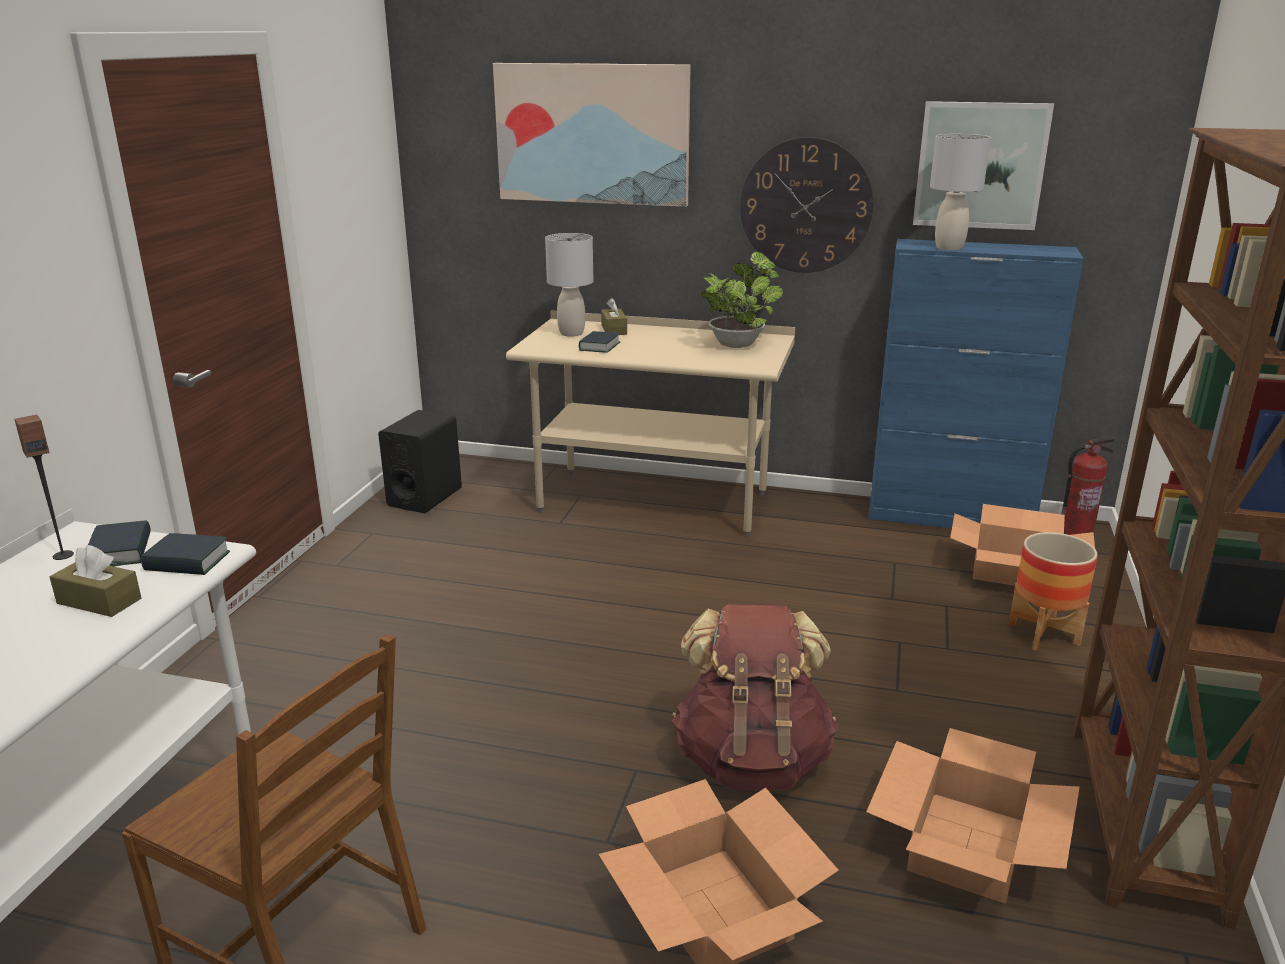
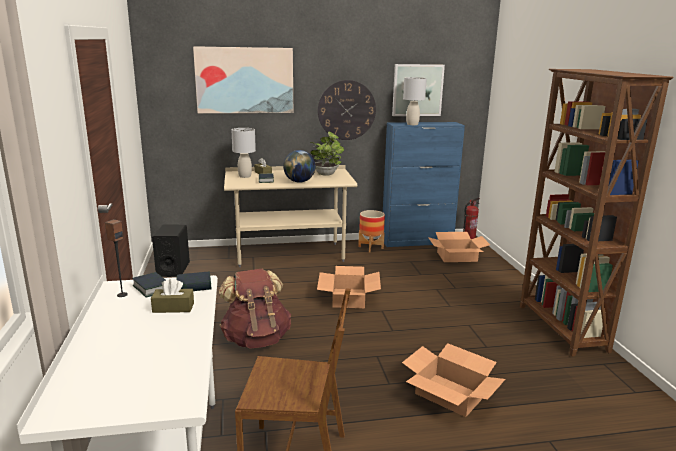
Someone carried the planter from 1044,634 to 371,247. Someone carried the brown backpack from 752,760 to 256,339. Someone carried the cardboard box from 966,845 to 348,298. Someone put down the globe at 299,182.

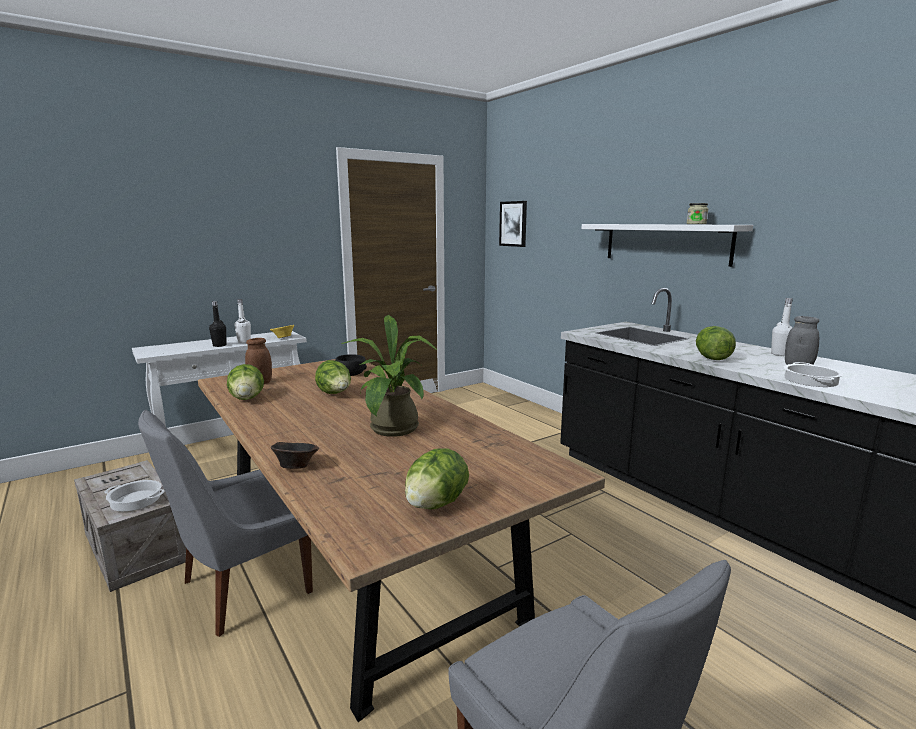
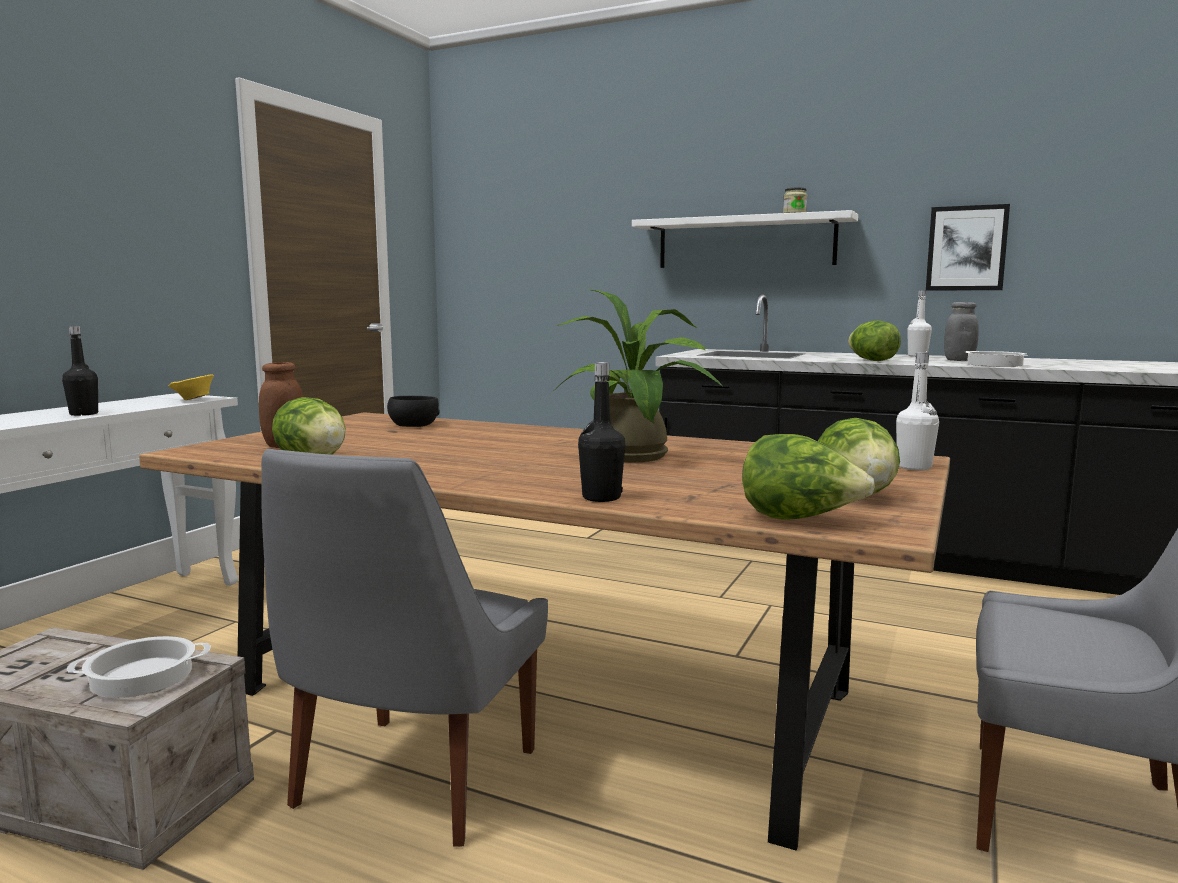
Someone carried the picture from 513,224 to 966,248. Someone carried the white bottle from 244,342 to 914,467. Someone carried the lettuce from 335,394 to 799,519. Someone swapped the brown bowl at 295,467 for the black bottle at 601,497.

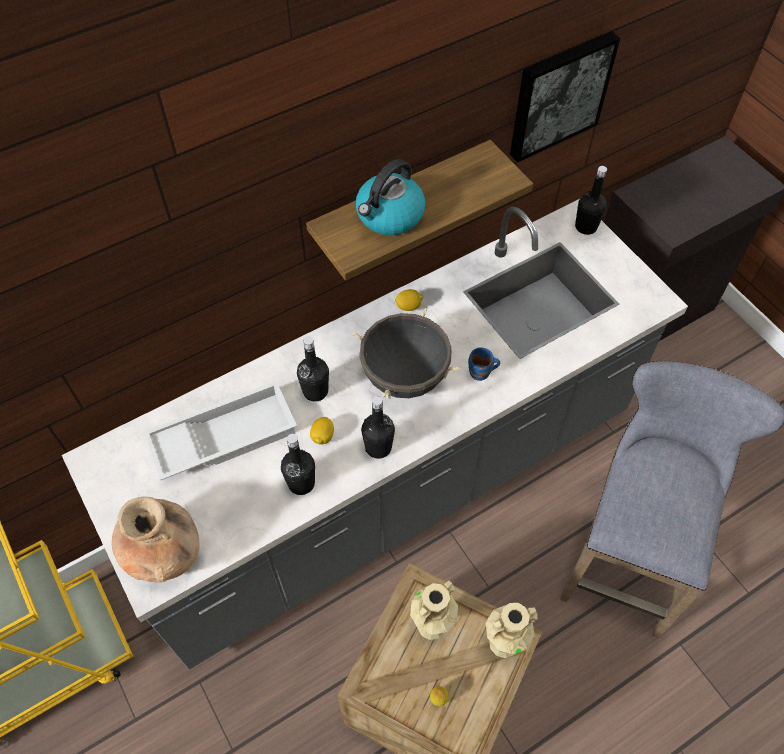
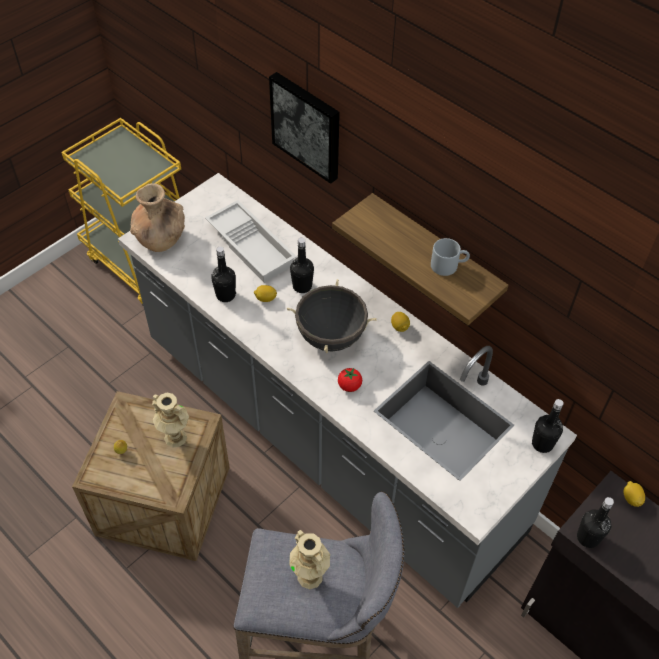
Someone carried the picture from 558,95 to 307,126. Someone took away the kettle at 389,216. Someone swapped the blue mug at 481,374 for the tomato at 349,386. Someone carried the black bottle from 378,447 to 588,537. Someone carried the beige vase from 504,642 to 310,576. Someone put down the grey mug at 448,265. Someone put down the lemon at 631,498.

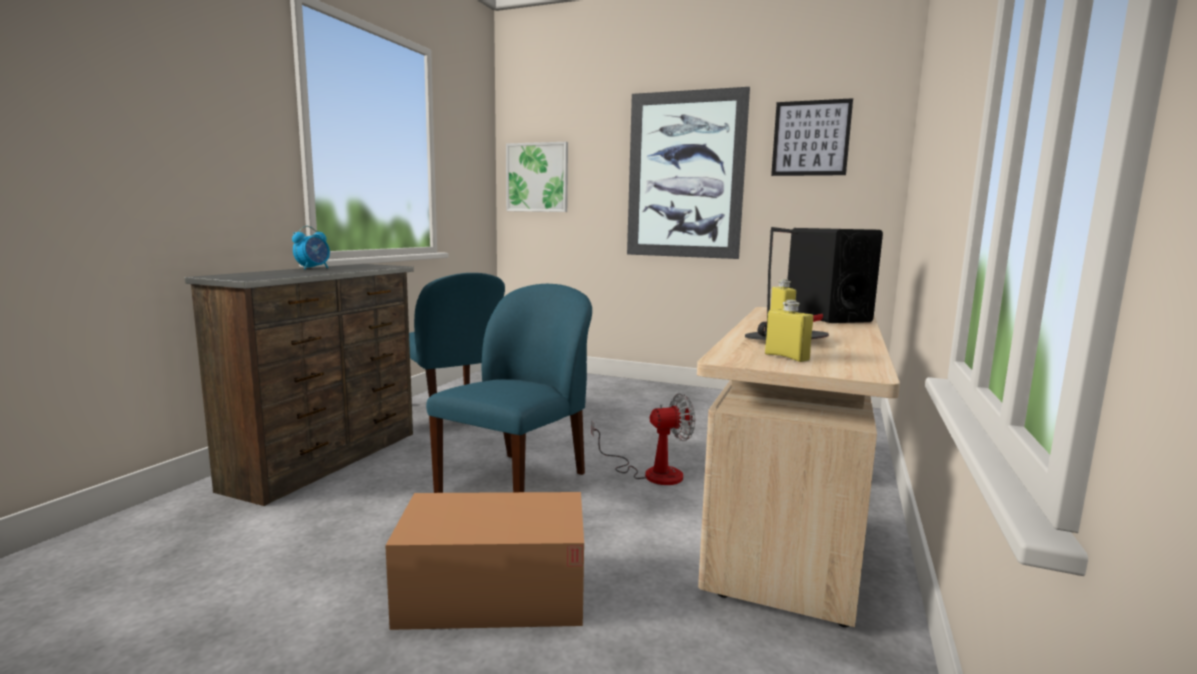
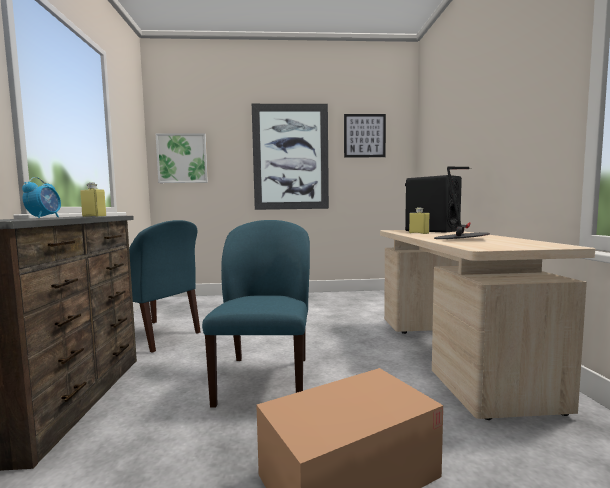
Someone carried the yellow bottle from 786,357 to 94,216. Someone took away the fan at 651,473.

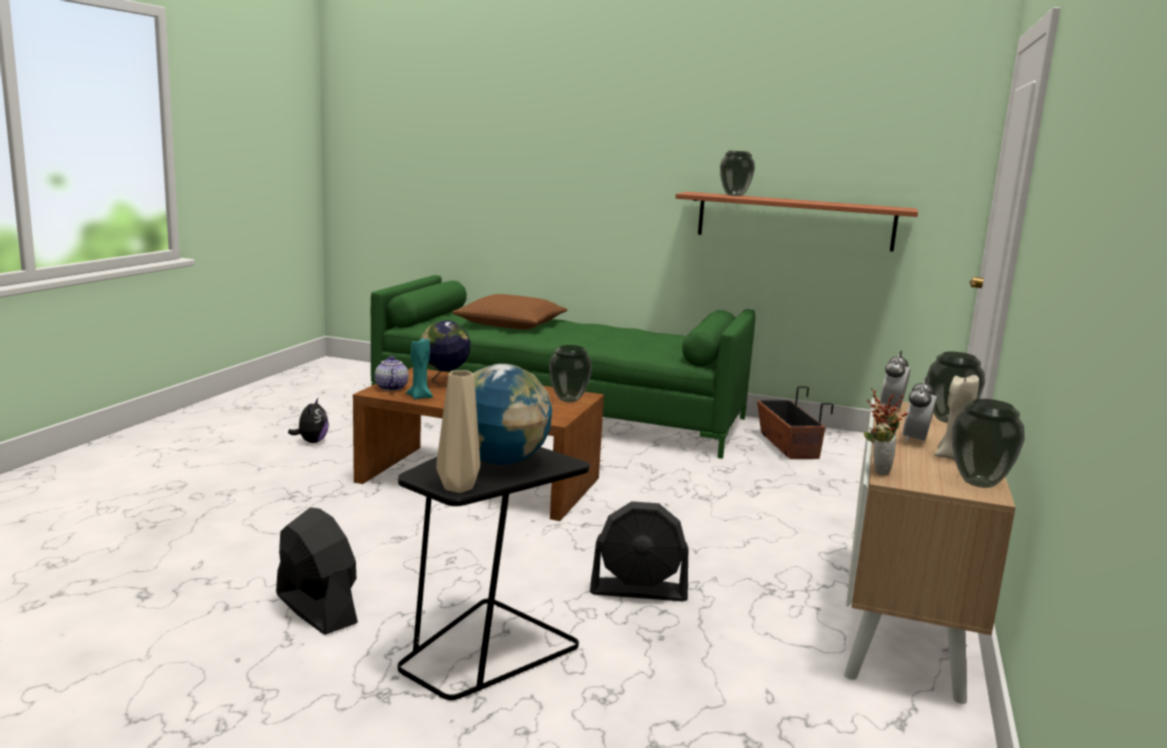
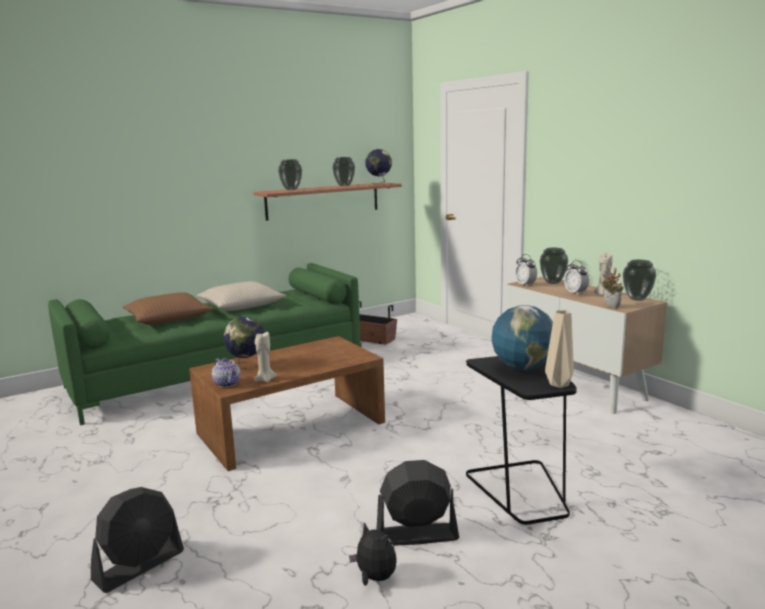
Someone repainted the turquoise candle at 420,397, which became the beige candle at 265,379. Someone carried the vase from 569,400 to 344,186. Someone rotated the teapot at 390,388 by 150 degrees counterclockwise. Someone carried the plush toy from 311,441 to 374,578. Someone carried the black fan from 638,590 to 139,565. Someone put down the globe at 379,183. Someone put down the beige pillow at 241,306.

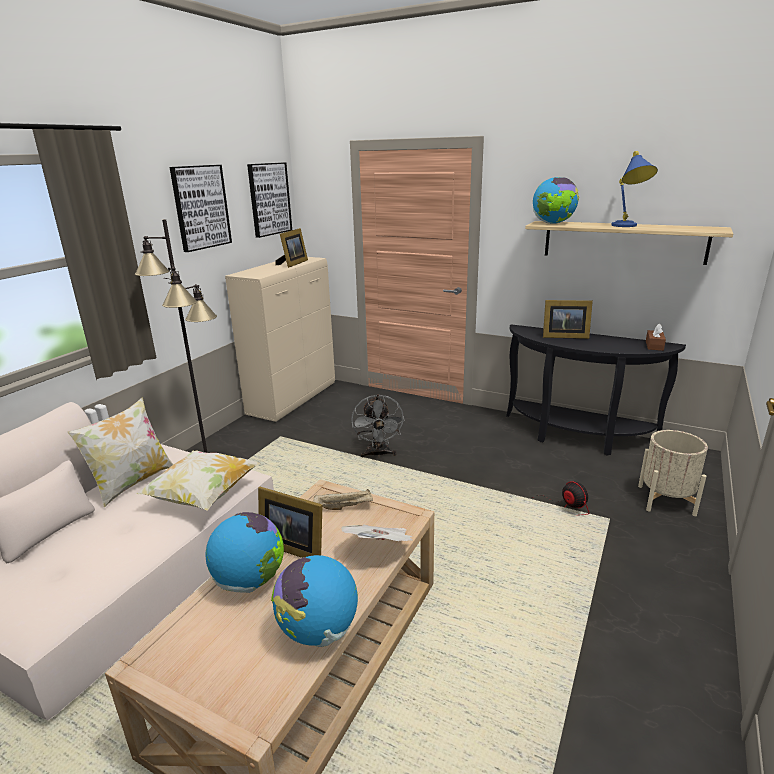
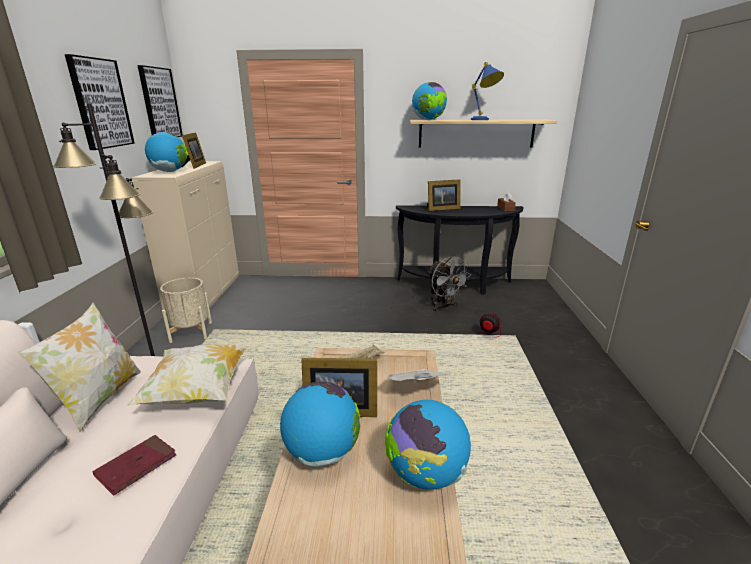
Someone carried the grey fan from 378,454 to 444,307. Someone carried the beige planter from 666,500 to 191,332. Someone put down the globe at 170,171. Someone put down the red book at 136,466.

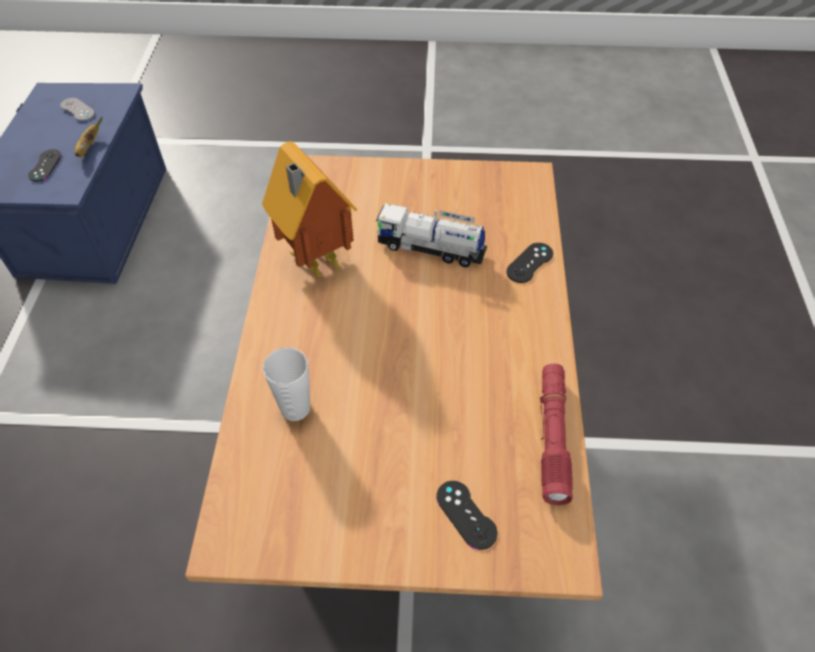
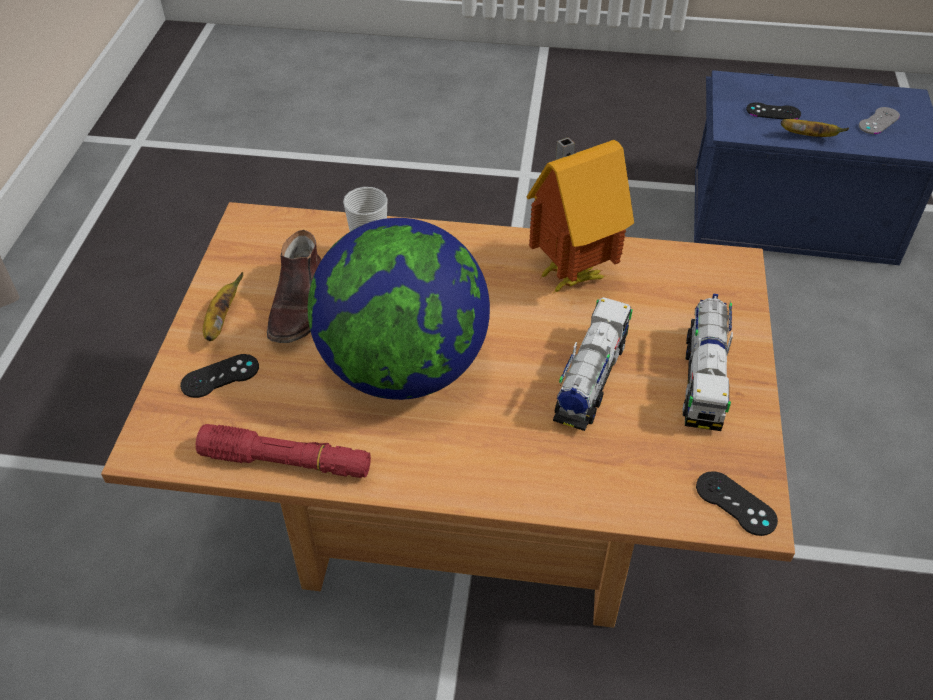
Someone carried the black game controller from 529,263 to 735,503. Someone put down the globe at 403,368. Someone put down the brown shoe at 299,306. Someone put down the banana at 221,321. Someone put down the toy truck at 703,379.

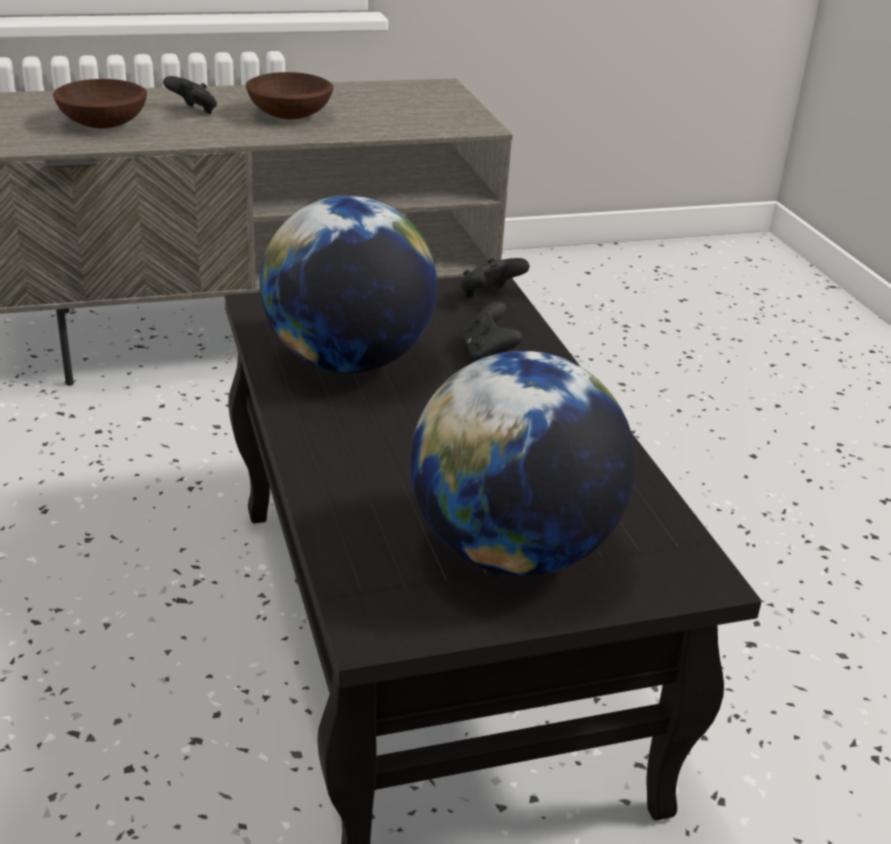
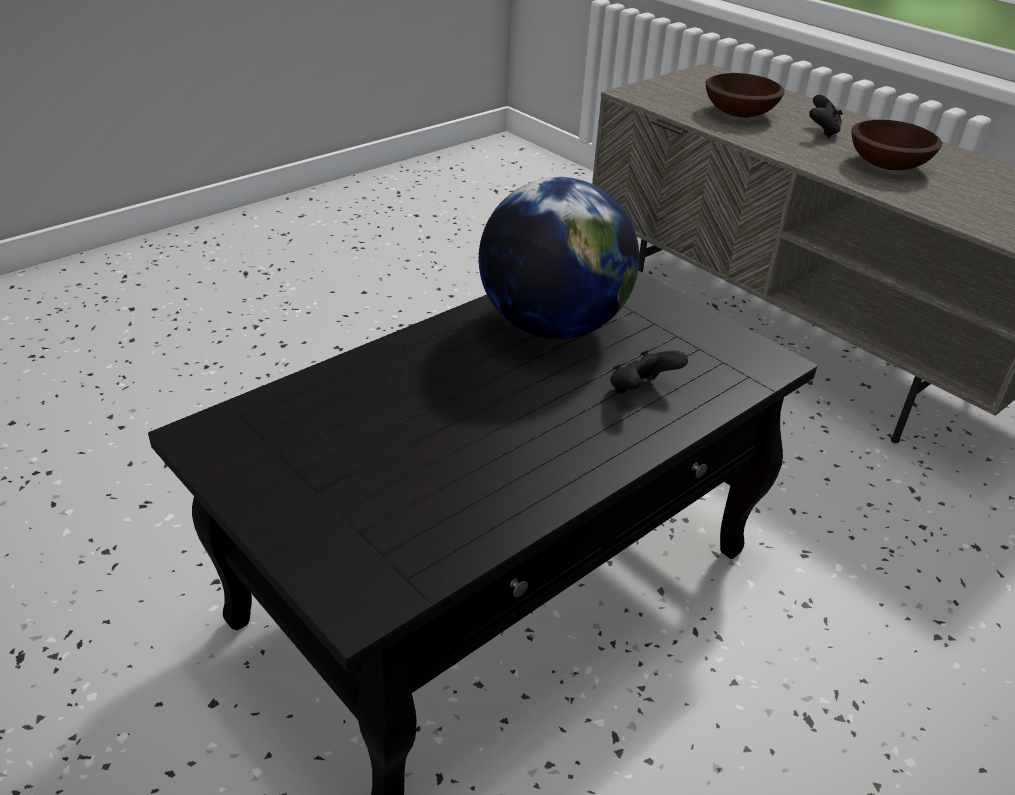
Someone took away the black game controller at 489,296. Someone took away the globe at 512,551.

